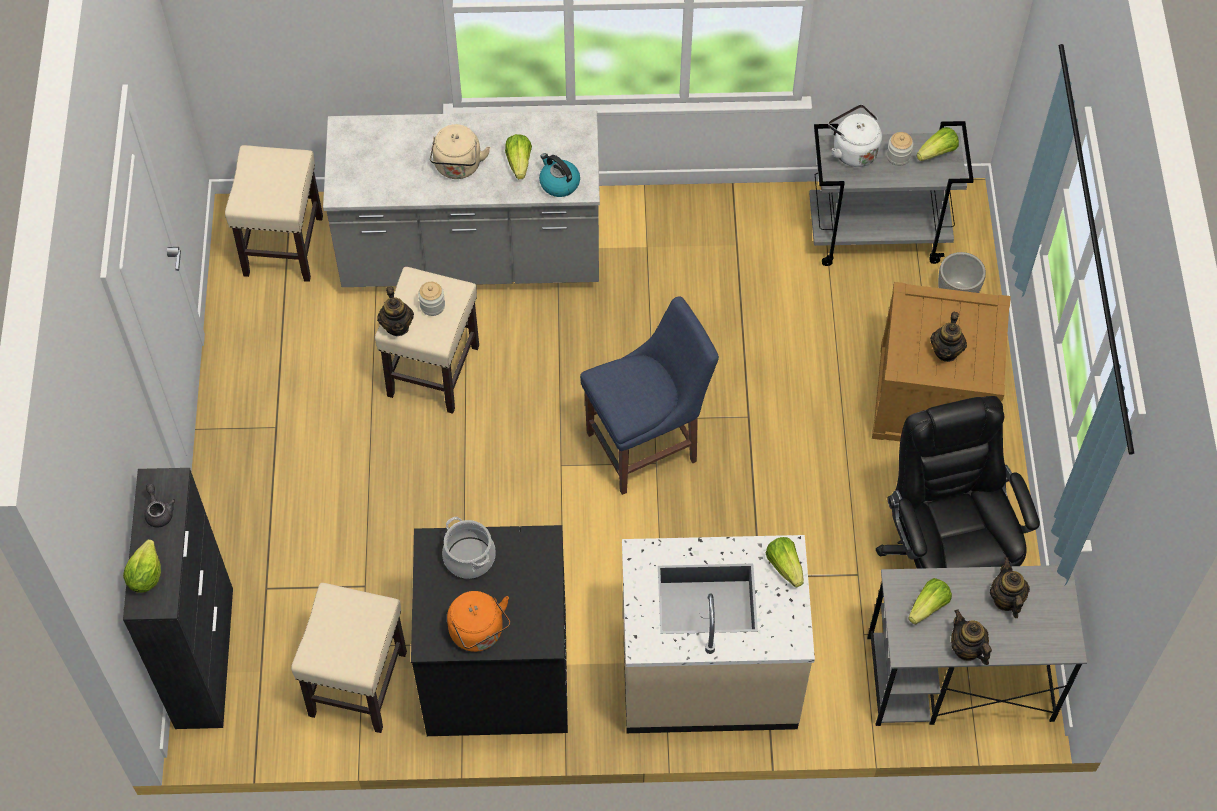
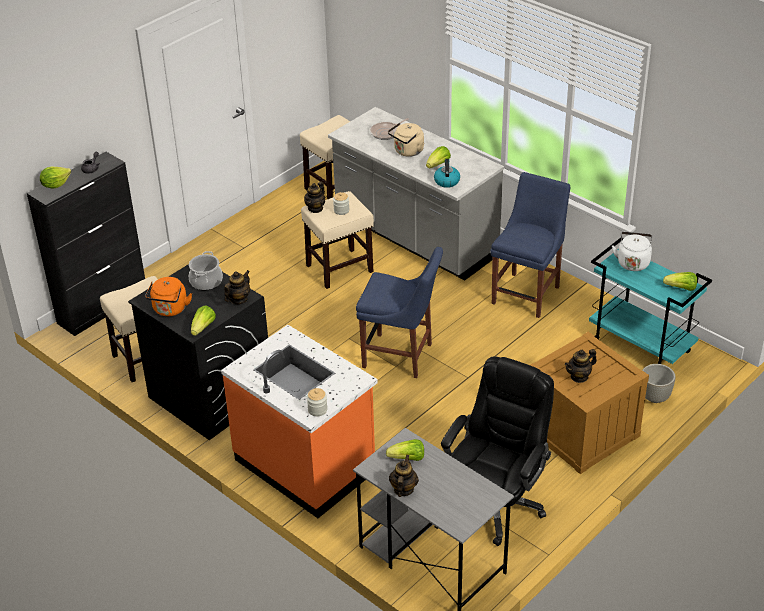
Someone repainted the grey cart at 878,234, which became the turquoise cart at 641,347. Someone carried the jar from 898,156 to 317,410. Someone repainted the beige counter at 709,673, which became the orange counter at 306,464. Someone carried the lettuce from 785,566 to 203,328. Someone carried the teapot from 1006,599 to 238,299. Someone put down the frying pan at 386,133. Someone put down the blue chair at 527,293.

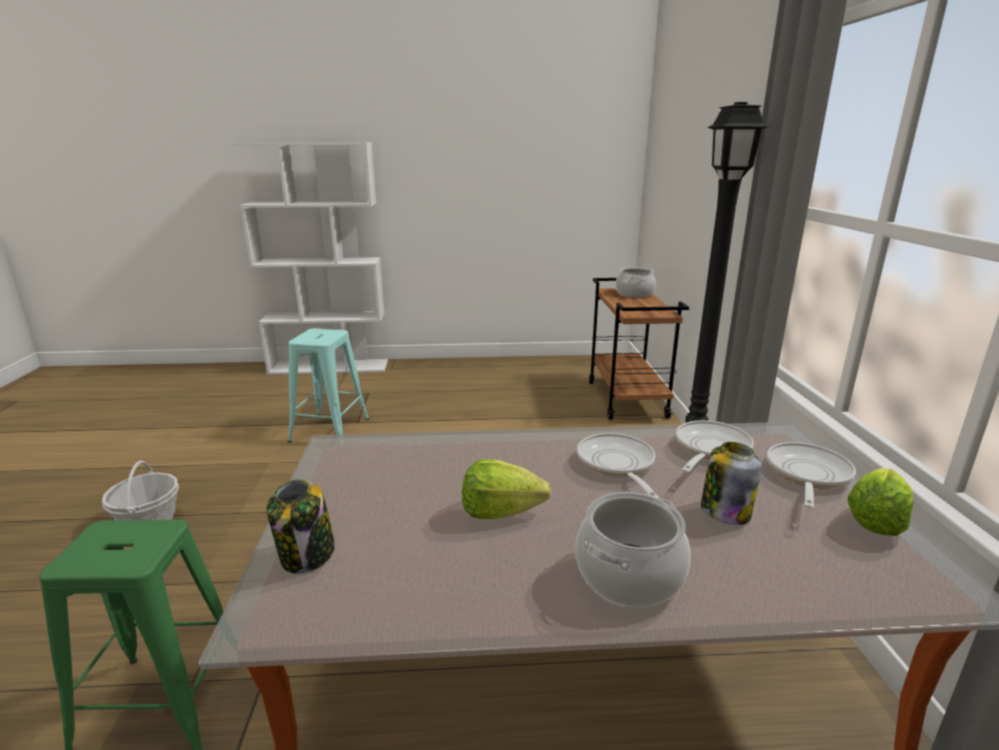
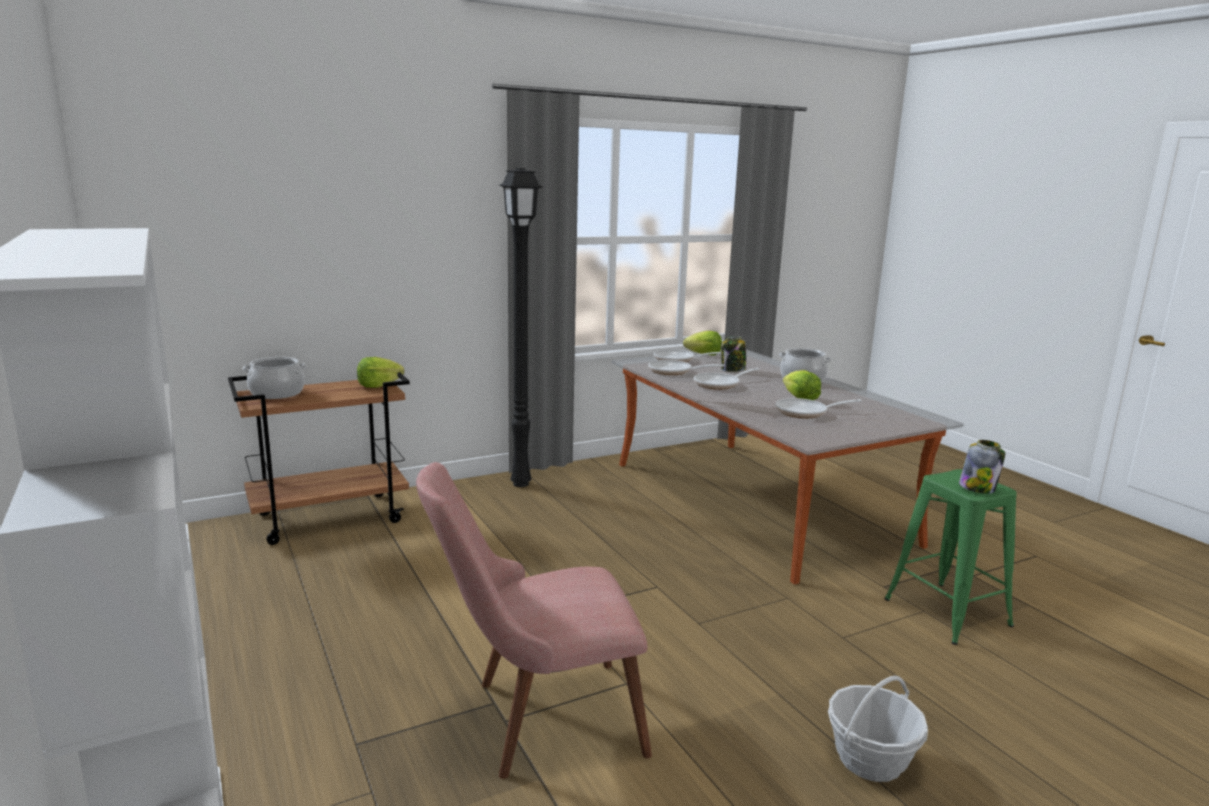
Someone swapped the turquoise stool at 330,430 for the pink chair at 536,721. Someone carried the jar from 307,555 to 977,488. Someone put down the lettuce at 378,385. Someone put down the frying pan at 805,412.

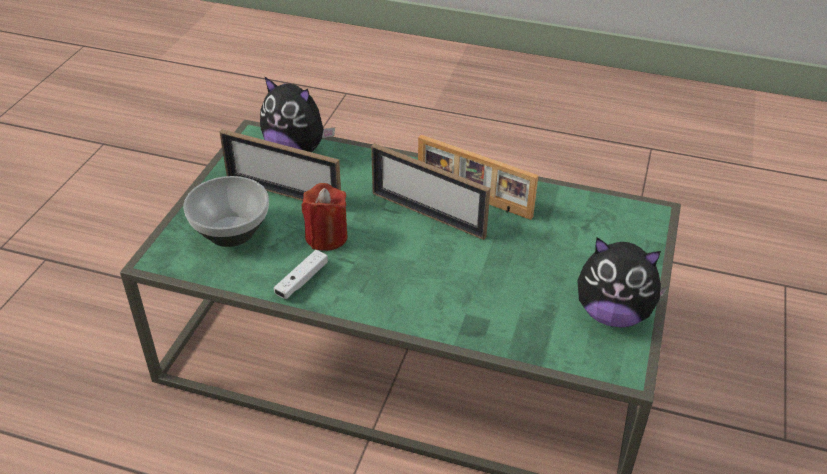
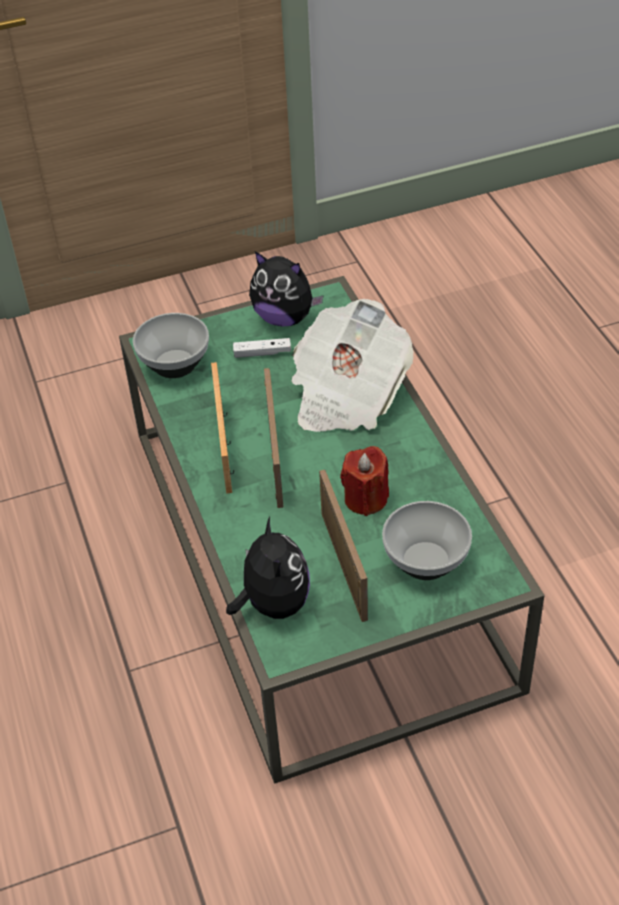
Someone rotated the plush toy at 612,313 by 135 degrees clockwise. Someone carried the white game controller from 302,280 to 262,353. Someone put down the newspaper at 347,394. Someone put down the bowl at 175,365.

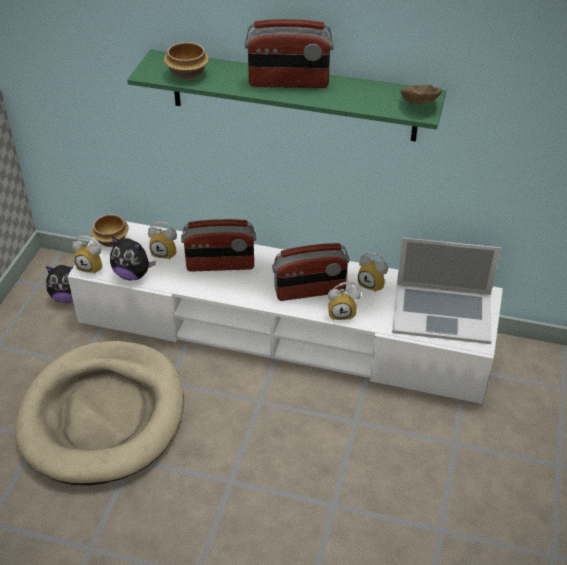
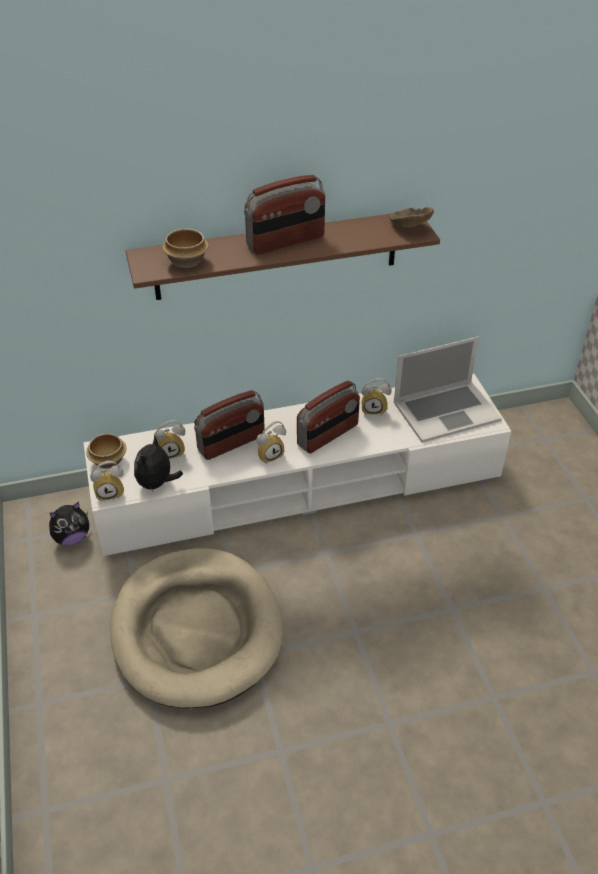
Someone repainted the green shelf at 293,96, which became the brown shelf at 277,255. Someone rotated the plush toy at 133,274 by 120 degrees clockwise. Someone carried the alarm clock from 342,313 to 270,454.

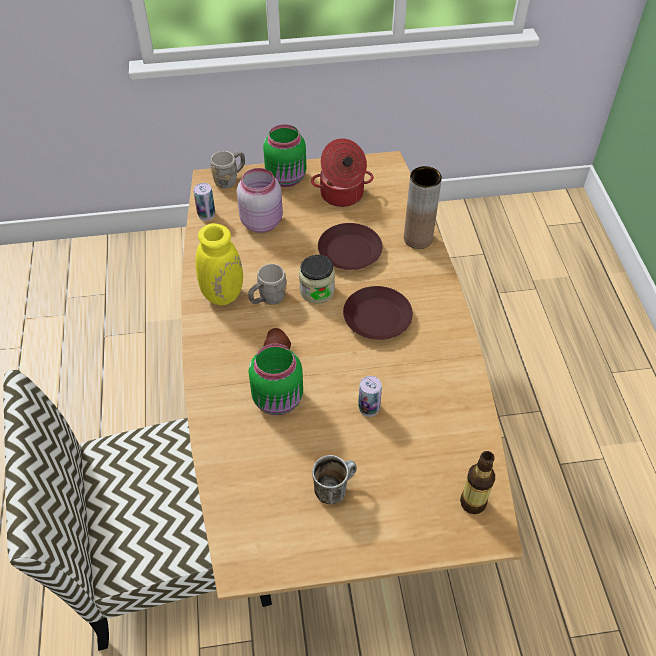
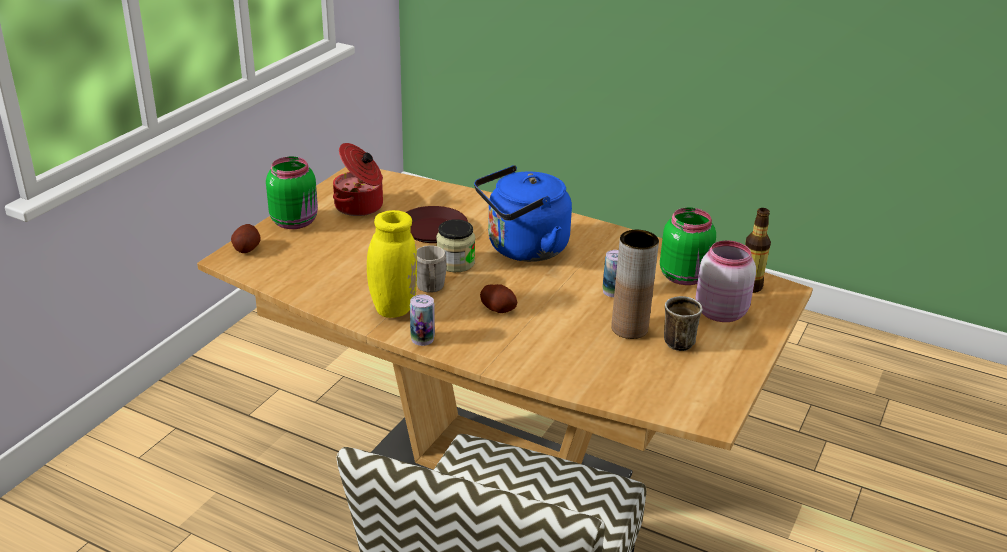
Someone swapped the grey mug at 230,179 for the potato at 246,248. Someone carried the brown vase from 418,239 to 629,328. Someone carried the pink jar from 262,221 to 719,312. Someone carried the can from 206,214 to 422,339. Someone swapped the brown plate at 377,317 for the blue kettle at 523,249. Someone carried the green jar from 279,400 to 685,276.

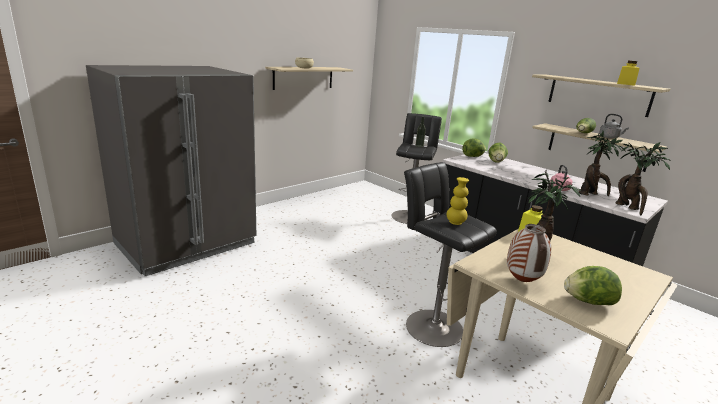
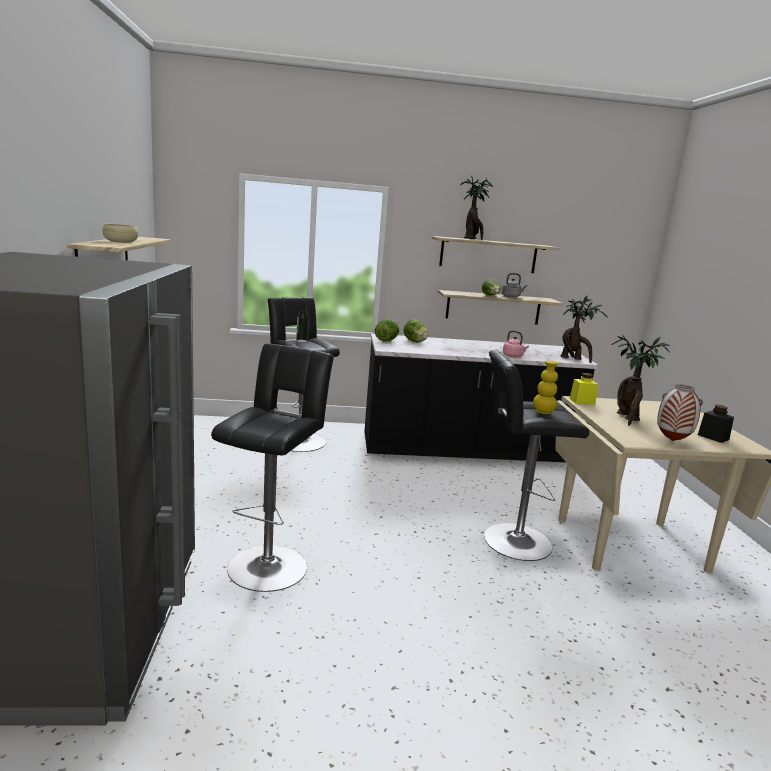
Someone took away the yellow jar at 625,84. Someone carried the potted plant from 590,194 to 471,239. Someone swapped the lettuce at 588,301 for the black jar at 713,437. Someone put down the black stool at 270,564.

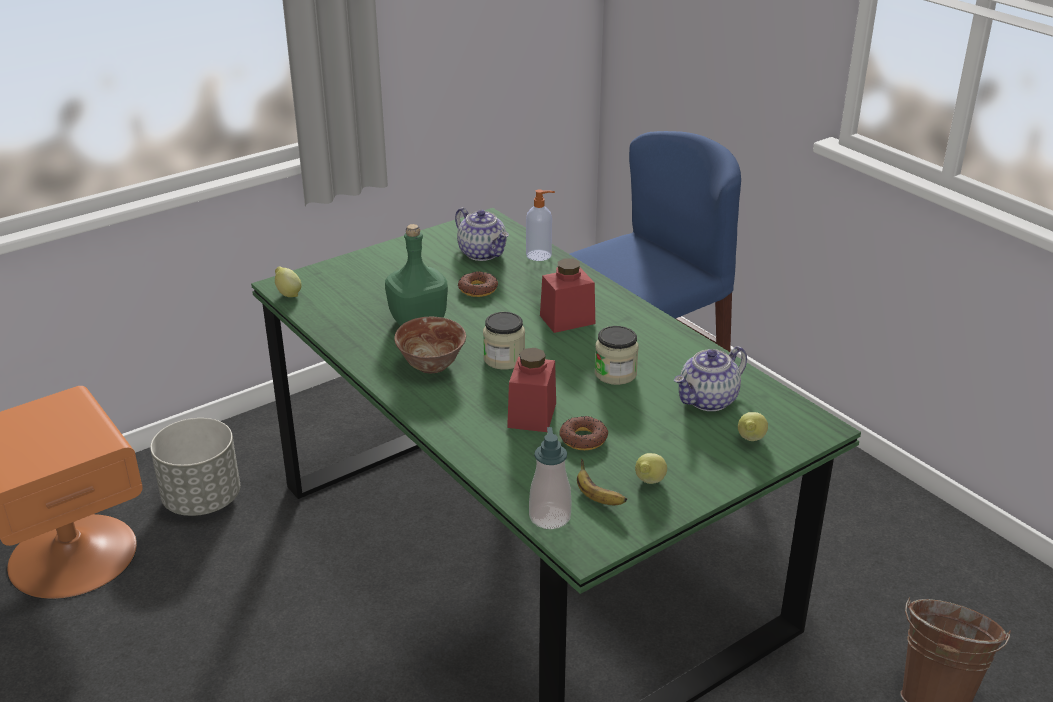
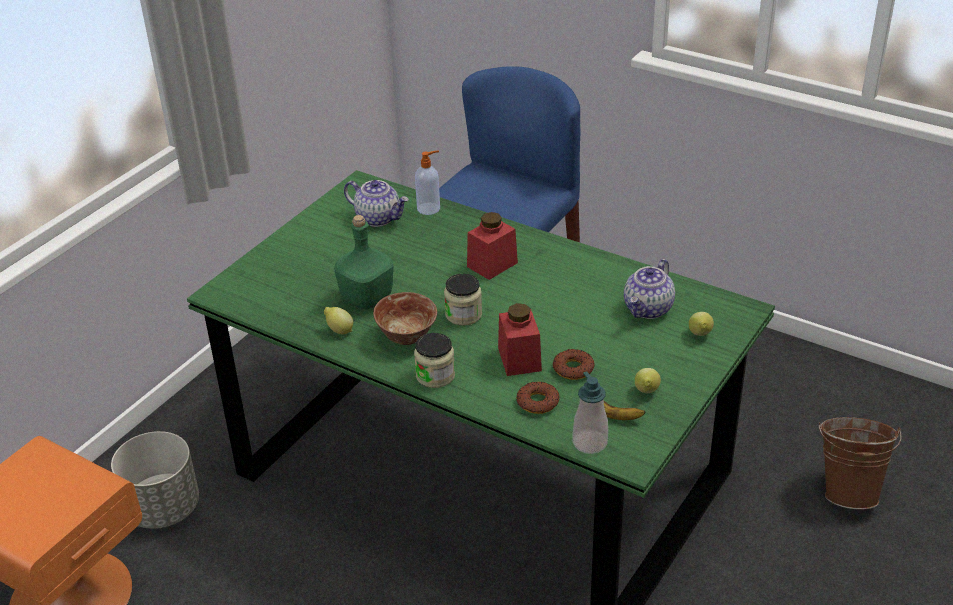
Someone carried the lemon from 288,294 to 339,330. Someone carried the donut from 478,289 to 537,402. Someone carried the jar from 615,373 to 435,375.

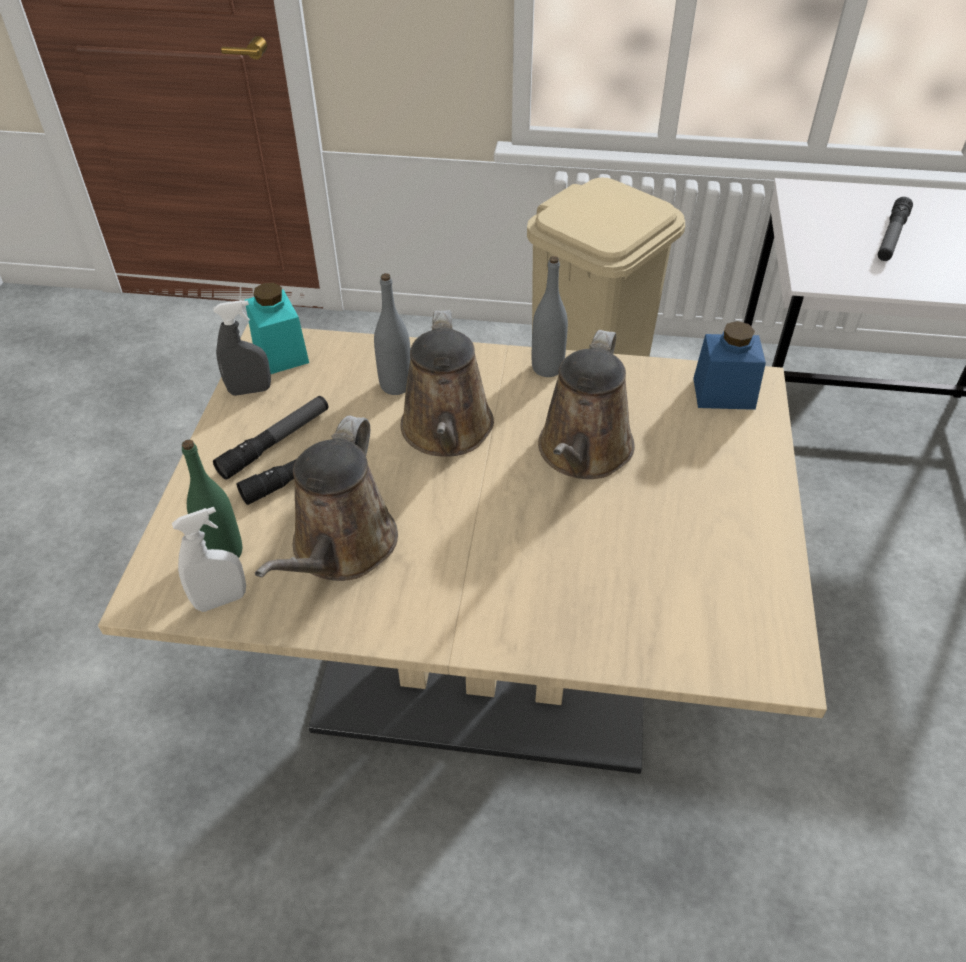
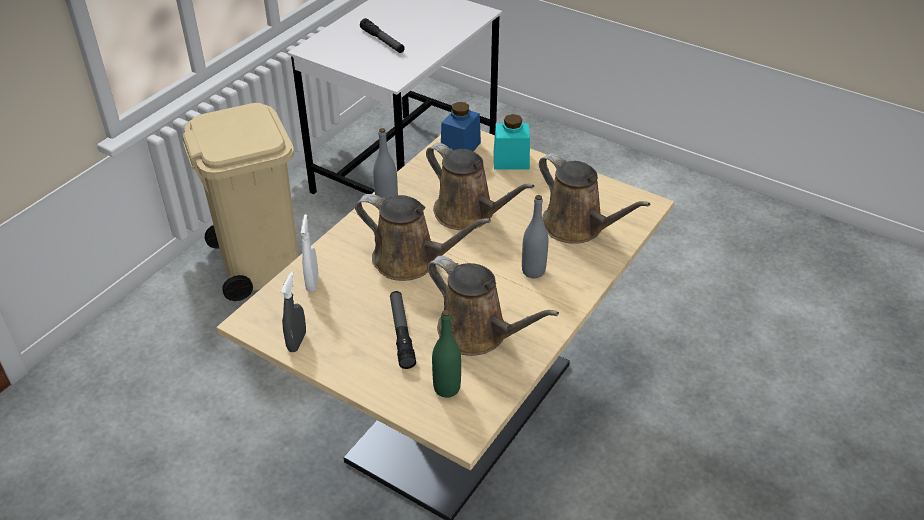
Someone carried the grey bottle from 396,385 to 533,271. Someone carried the turquoise jar from 280,353 to 511,161. Someone took away the flashlight at 275,443. Someone carried the white spray bottle from 221,600 to 312,282. Someone put down the brown watering can at 577,227.

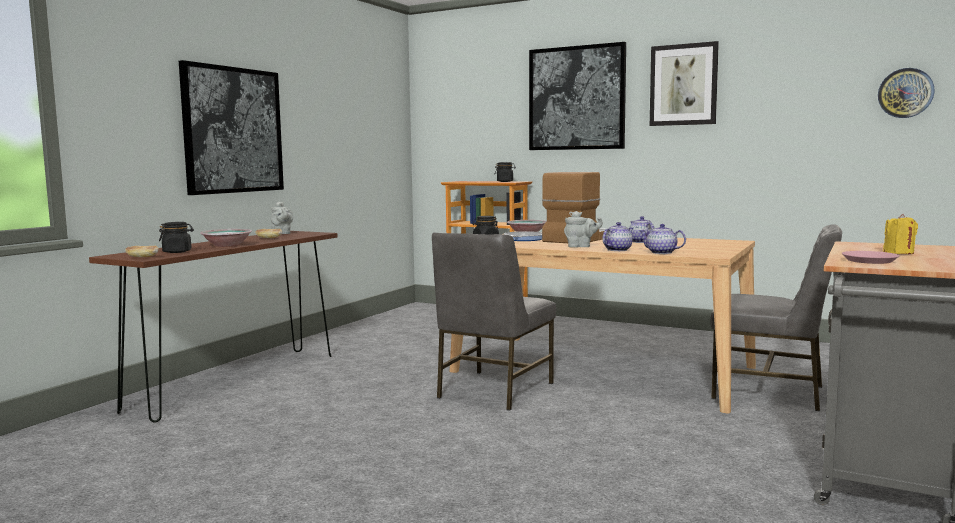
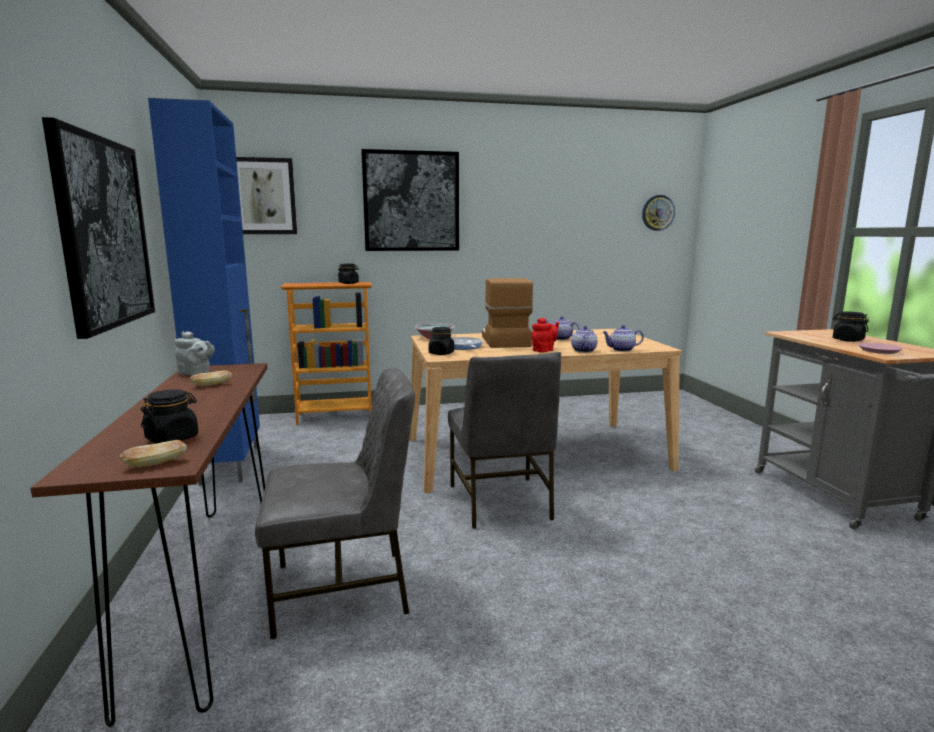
Someone carried the picture from 683,85 to 263,196. Someone repainted the grey teapot at 581,247, which became the red teapot at 544,350. Someone swapped the yellow candle at 898,253 for the black jar at 847,340. Someone carried the grey chair from 770,392 to 344,590. Someone took away the bowl at 227,245. Someone put down the blue cabinet at 231,464.

